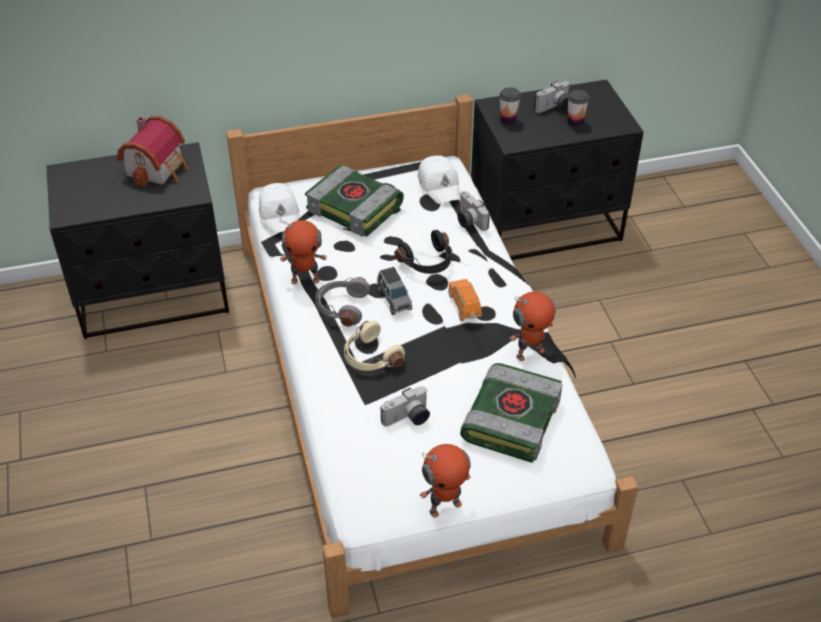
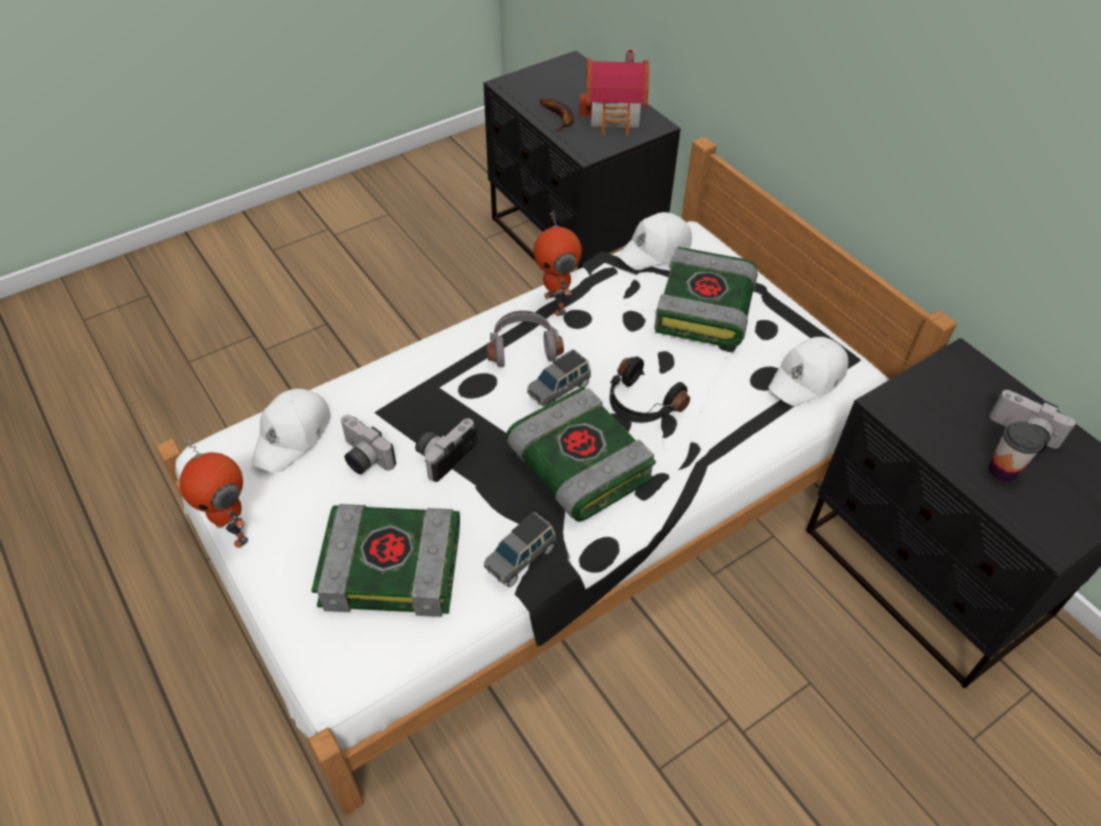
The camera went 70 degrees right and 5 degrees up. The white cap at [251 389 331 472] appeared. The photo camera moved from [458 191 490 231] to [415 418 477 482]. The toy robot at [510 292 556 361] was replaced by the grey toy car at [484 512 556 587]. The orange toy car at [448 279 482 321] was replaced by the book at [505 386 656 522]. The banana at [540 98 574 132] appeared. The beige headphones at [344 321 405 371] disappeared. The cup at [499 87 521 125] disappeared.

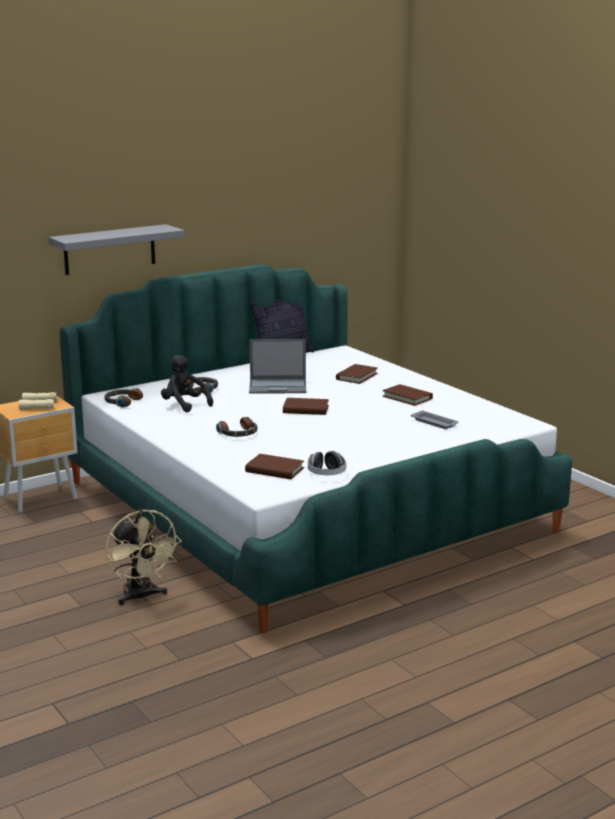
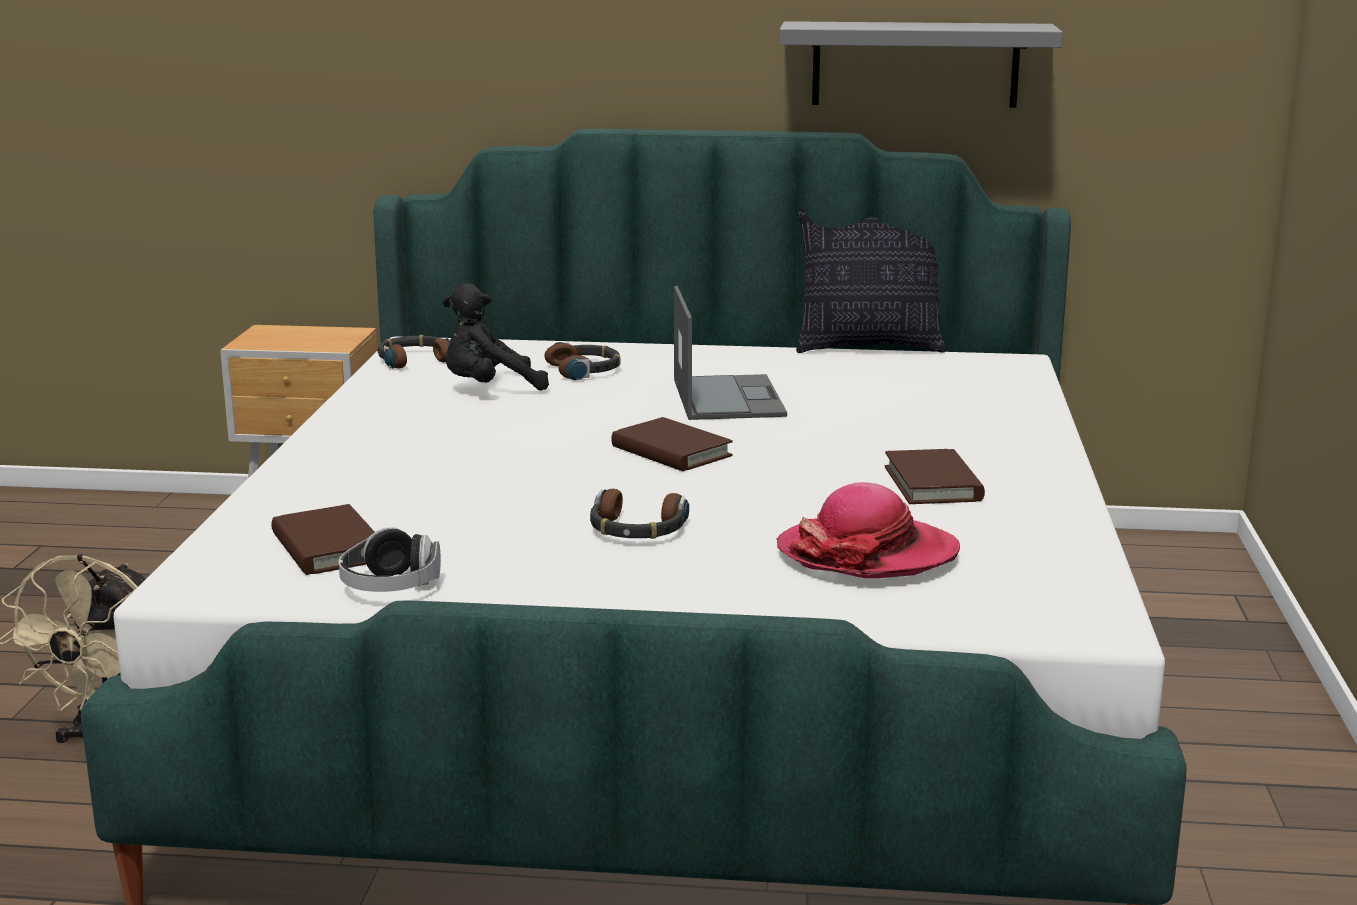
The camera went 40 degrees right and 0 degrees up. The black plush toy at [161 355 213 412] turned 105 degrees counterclockwise. The headphones moved from [216 417 257 437] to [590 489 689 539]. The laptop at [249 339 306 394] turned 135 degrees counterclockwise. The grey tray at [411 410 459 429] was replaced by the hat at [777 482 960 578]. The grey shelf moved from [48 224 185 275] to [779 21 1063 108]. The beige binoculars at [19 392 57 410] disappeared. The brown book at [336 364 378 384] disappeared.

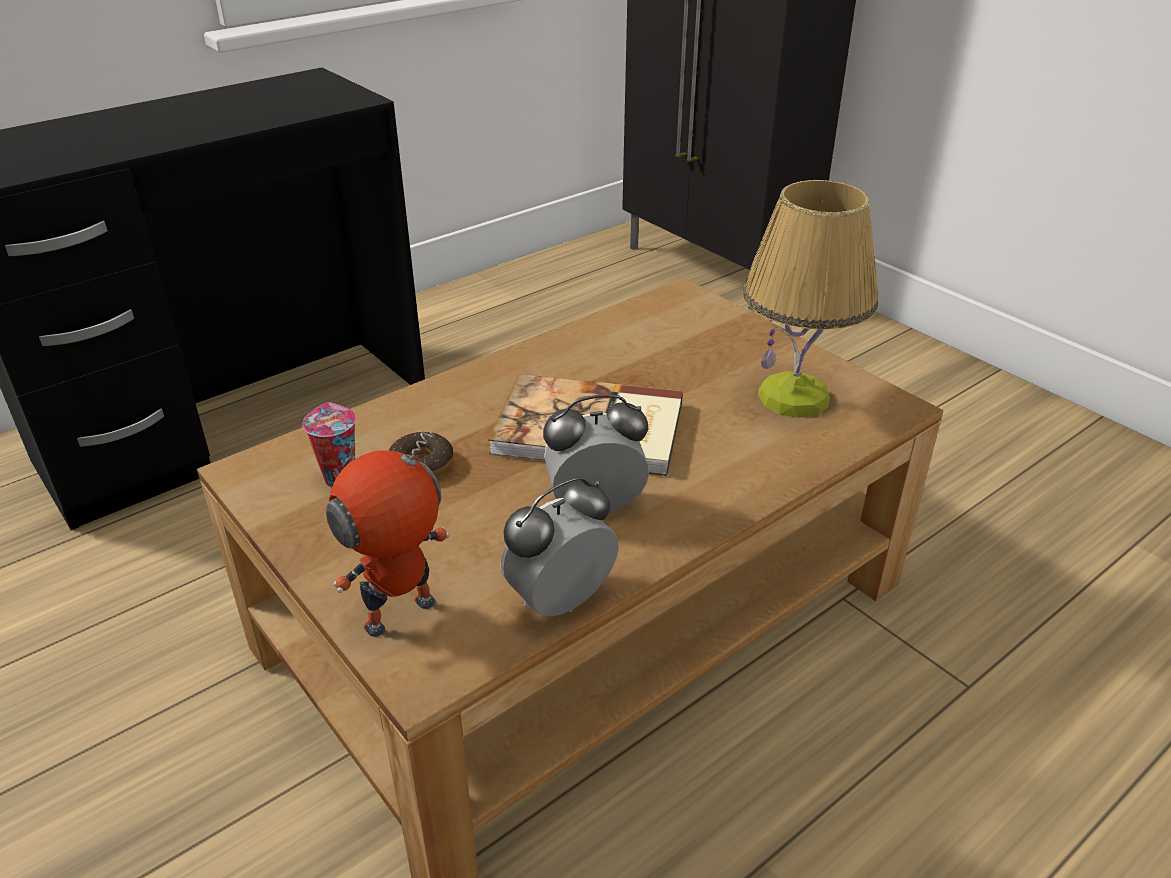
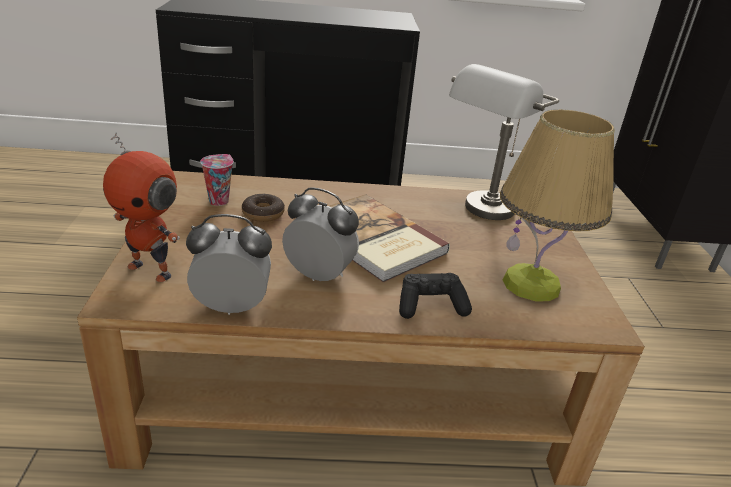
The camera went 35 degrees right and 5 degrees down. The toy robot at [326 432 450 637] turned 150 degrees counterclockwise. The black game controller at [399 273 472 319] appeared. The grey table lamp at [449 64 559 220] appeared.

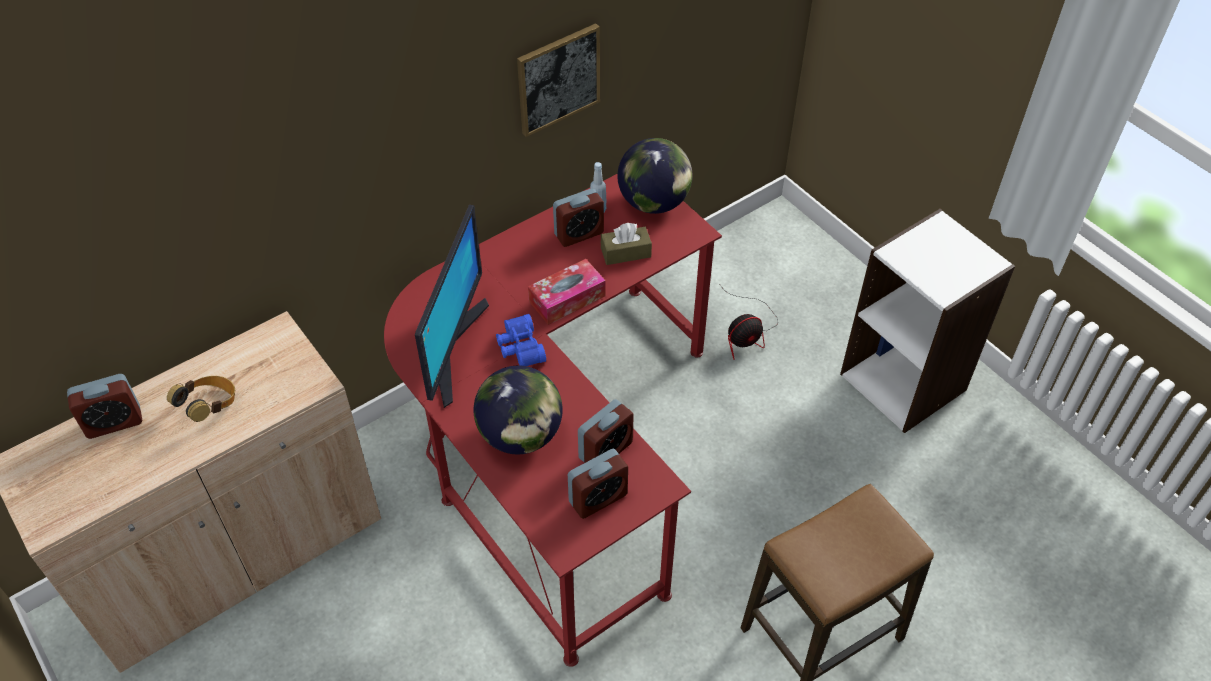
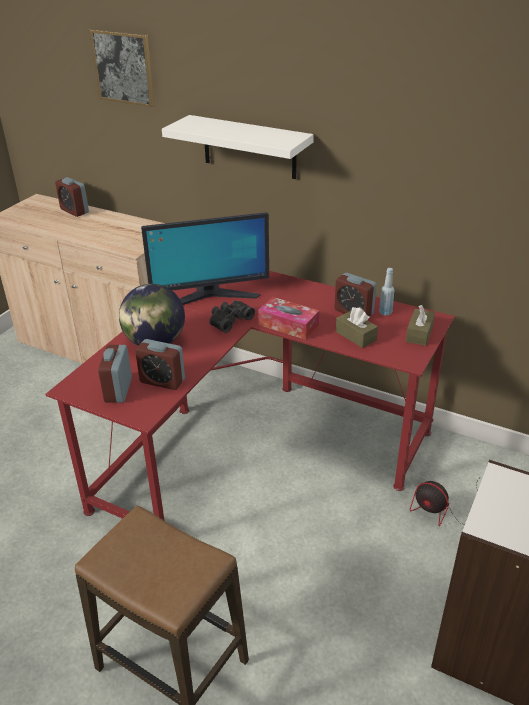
The camera went 65 degrees right and 15 degrees down. The picture moved from [517 23 600 137] to [90 29 155 107]. The alarm clock at [568 449 628 519] turned 60 degrees clockwise. The white shelf at [162 115 314 179] appeared. The blue binoculars at [496 314 546 366] became the black binoculars at [209 301 255 333]. The globe at [618 138 693 214] was replaced by the brown tissue box at [406 305 435 346]. The headphones at [167 376 235 422] disappeared.

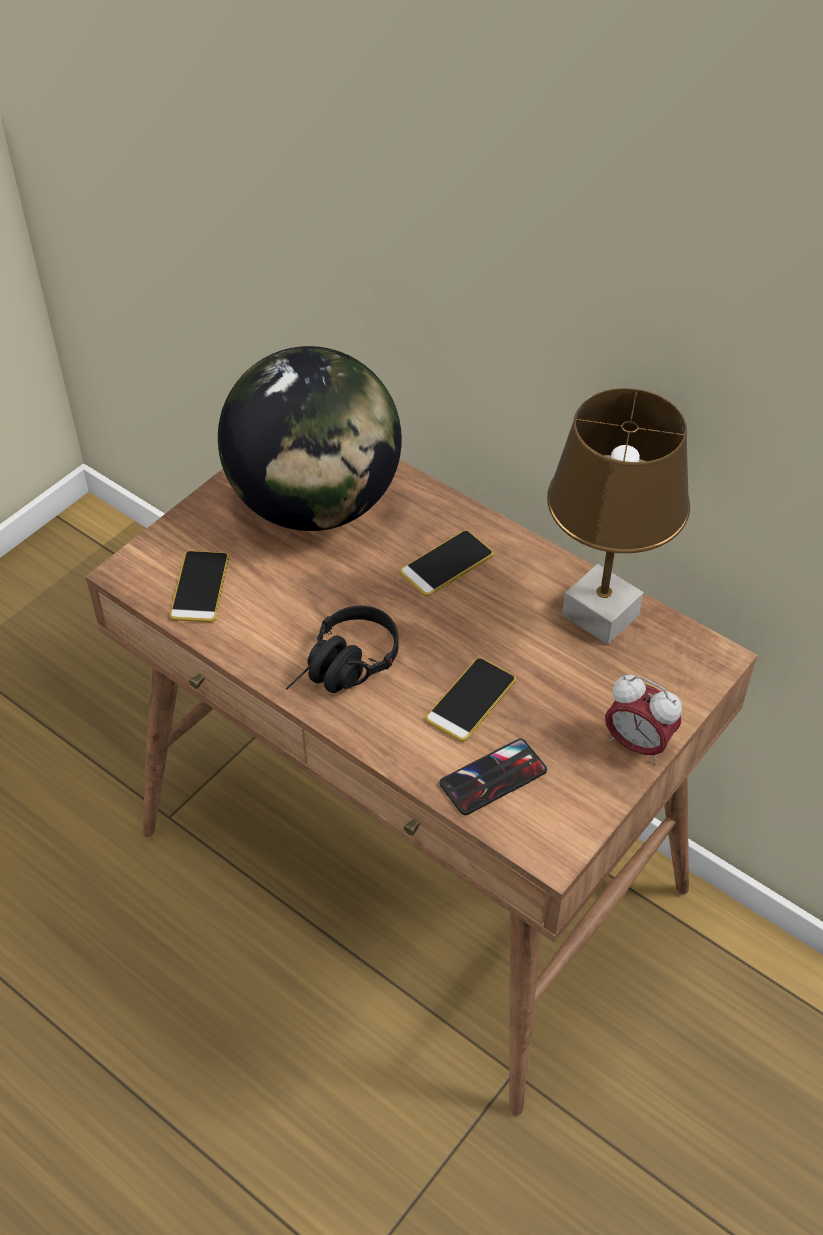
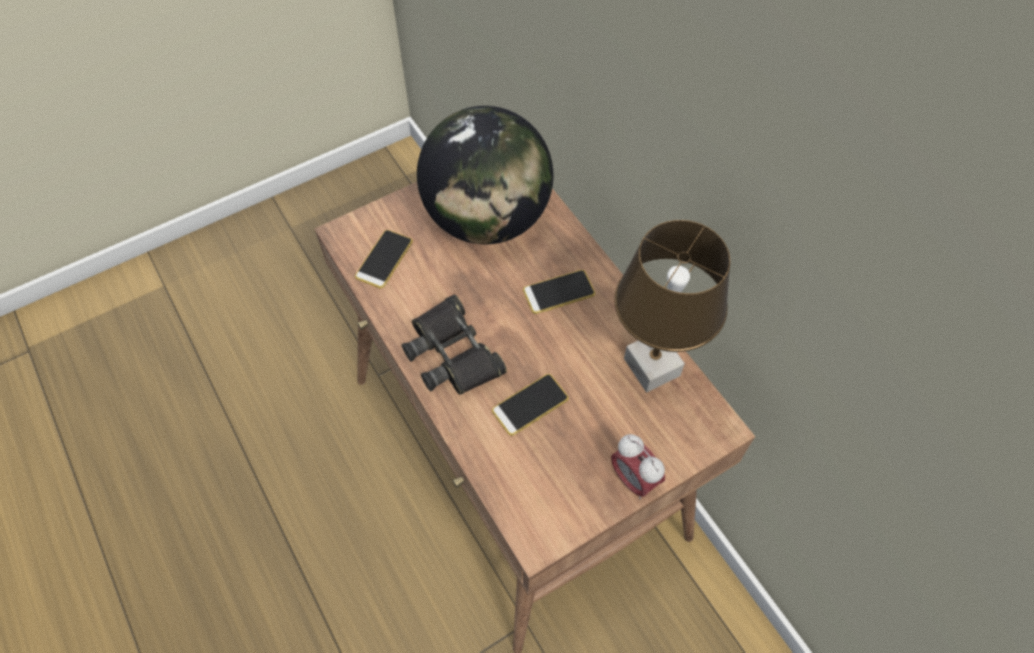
The camera went 20 degrees right and 10 degrees up. The black headphones at [286 606 399 693] was replaced by the black binoculars at [402 295 507 395]. The phone at [439 739 547 815] disappeared.

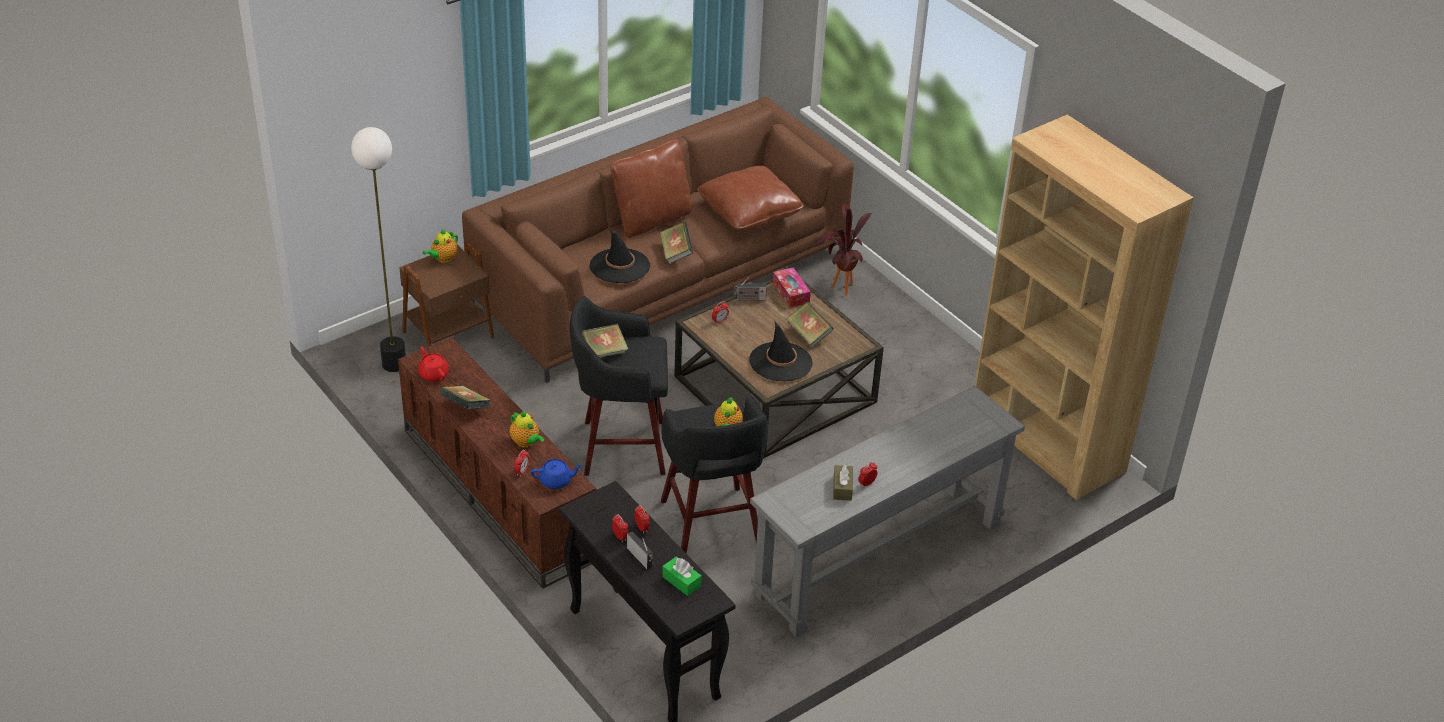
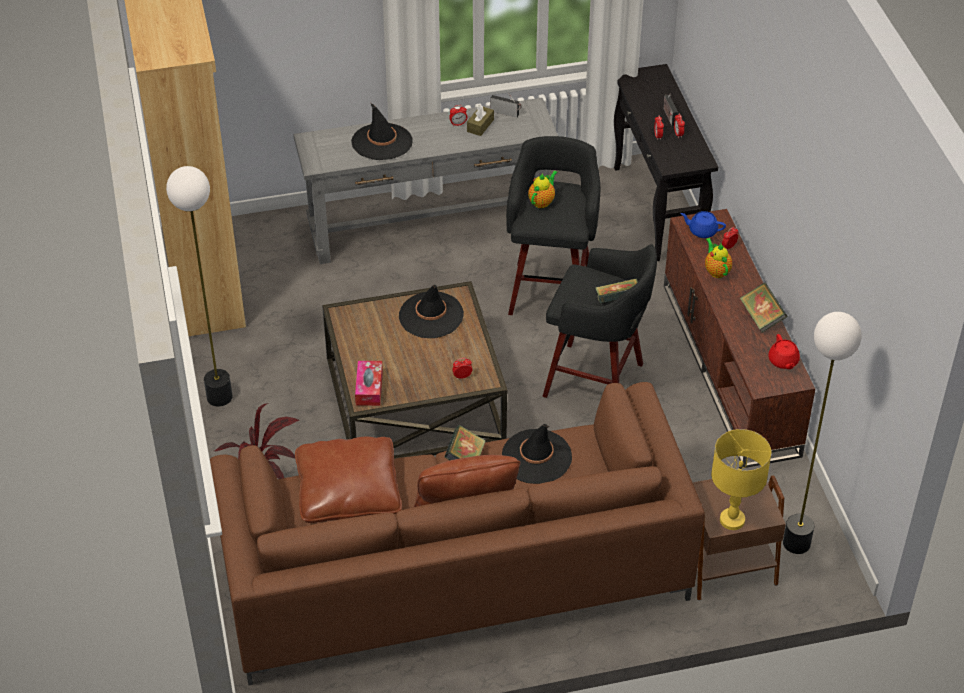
The camera went 155 degrees left and 5 degrees up. The floor lamp at [166 166 232 407] appeared. The black hat at [351 103 413 160] appeared. The radio moved from [734 278 767 300] to [490 93 522 118]. The teapot at [423 229 458 263] was replaced by the yellow table lamp at [711 429 771 530]. The green tissue box at [662 557 702 596] disappeared. The book at [787 301 834 348] disappeared.

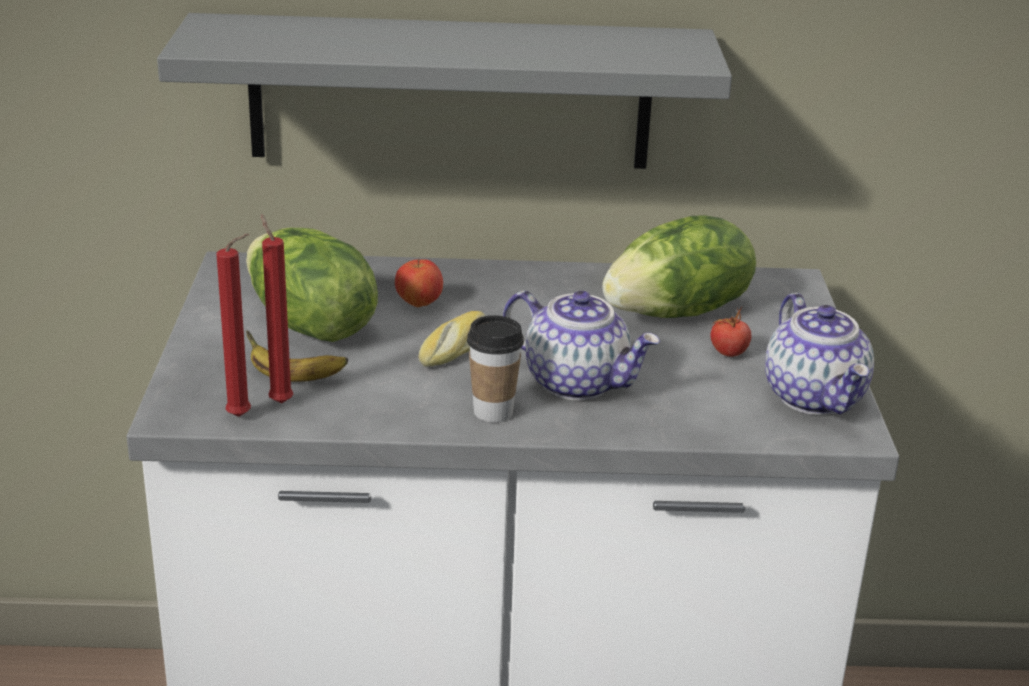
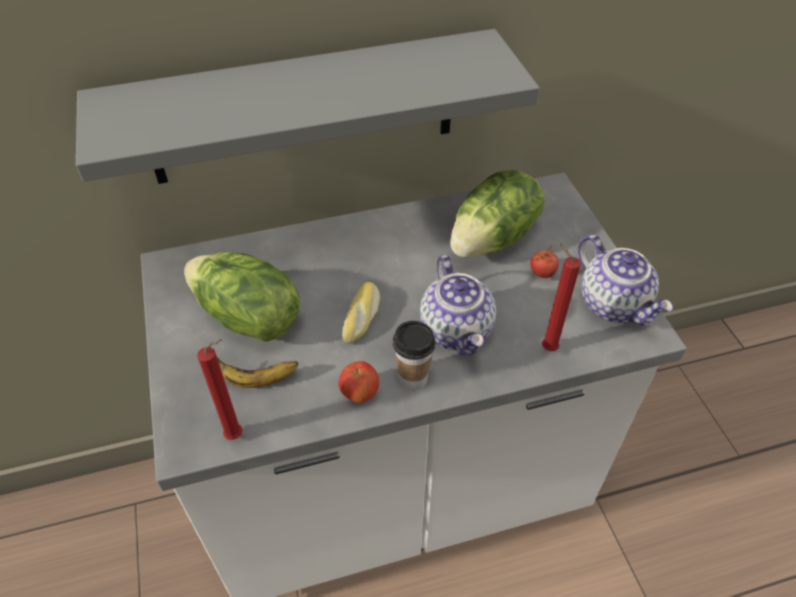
The camera went 15 degrees left and 20 degrees up. The apple moved from [395 259 443 307] to [338 361 379 403]. The teapot at [503 291 661 400] turned 60 degrees clockwise. The red candle moved from [261 214 294 404] to [542 244 581 351].

